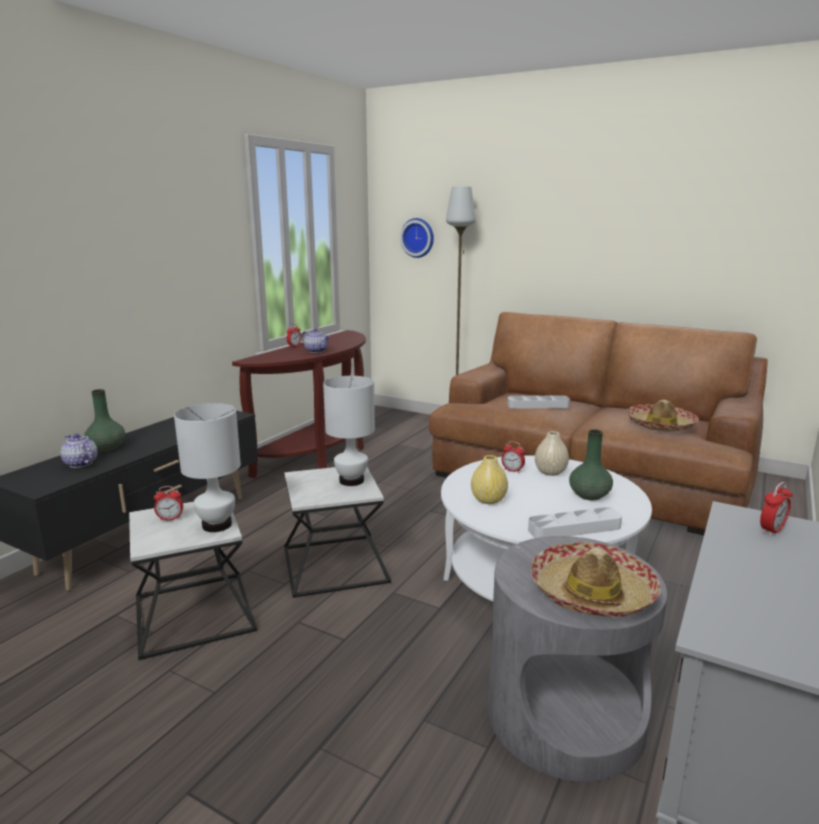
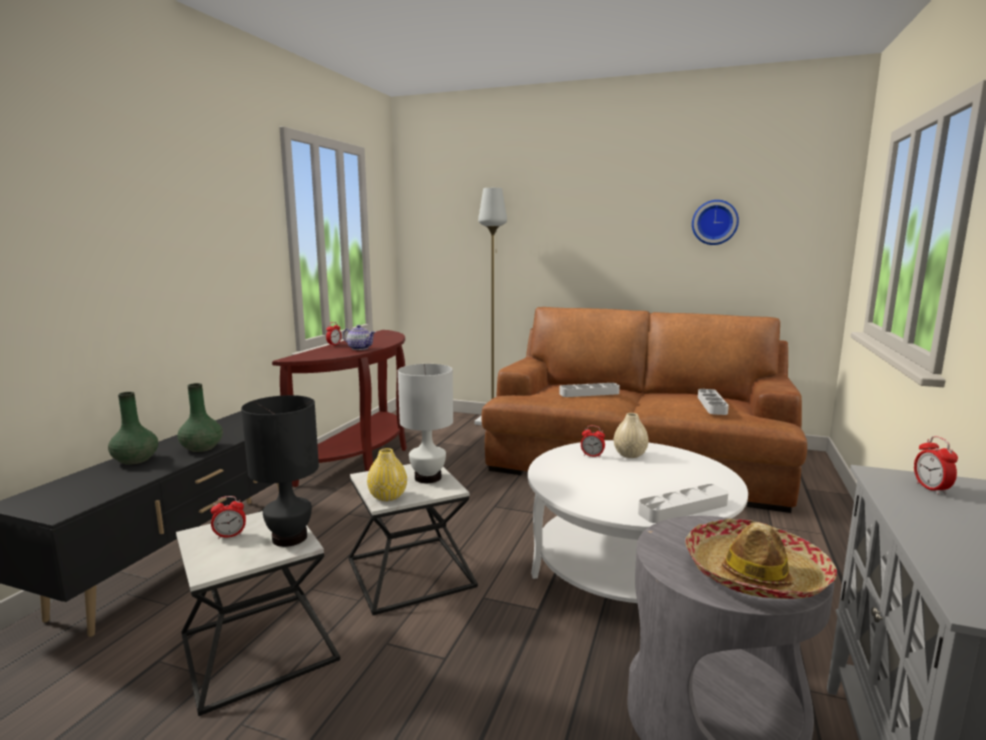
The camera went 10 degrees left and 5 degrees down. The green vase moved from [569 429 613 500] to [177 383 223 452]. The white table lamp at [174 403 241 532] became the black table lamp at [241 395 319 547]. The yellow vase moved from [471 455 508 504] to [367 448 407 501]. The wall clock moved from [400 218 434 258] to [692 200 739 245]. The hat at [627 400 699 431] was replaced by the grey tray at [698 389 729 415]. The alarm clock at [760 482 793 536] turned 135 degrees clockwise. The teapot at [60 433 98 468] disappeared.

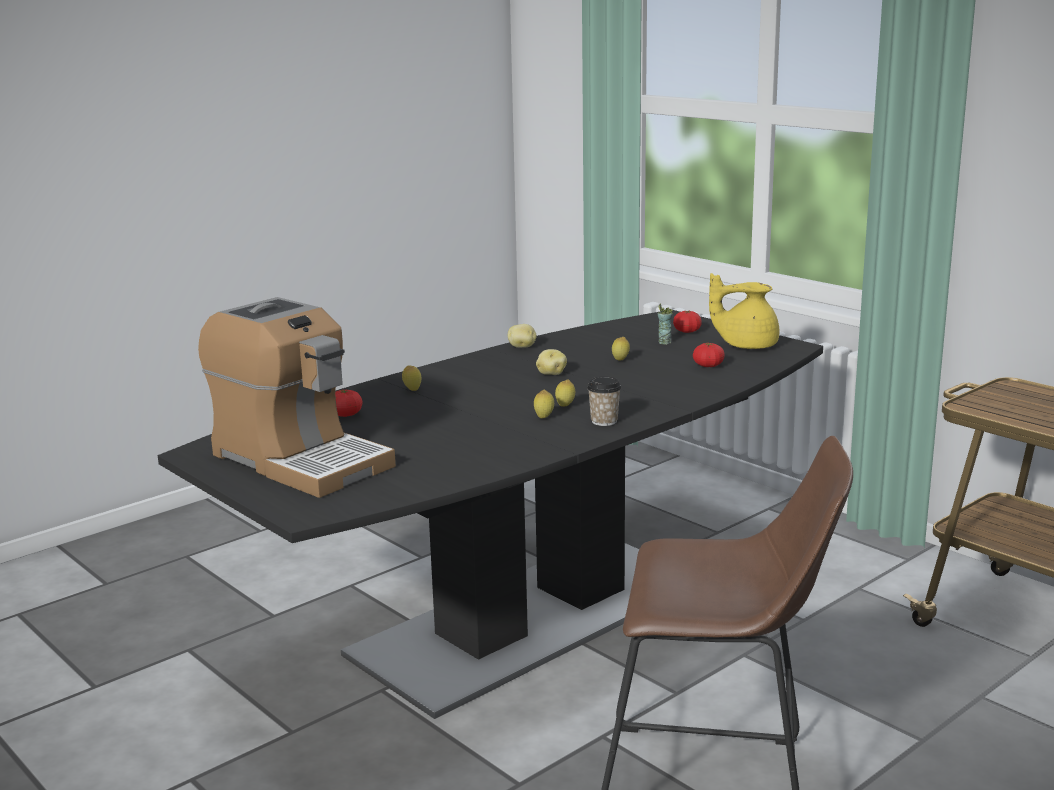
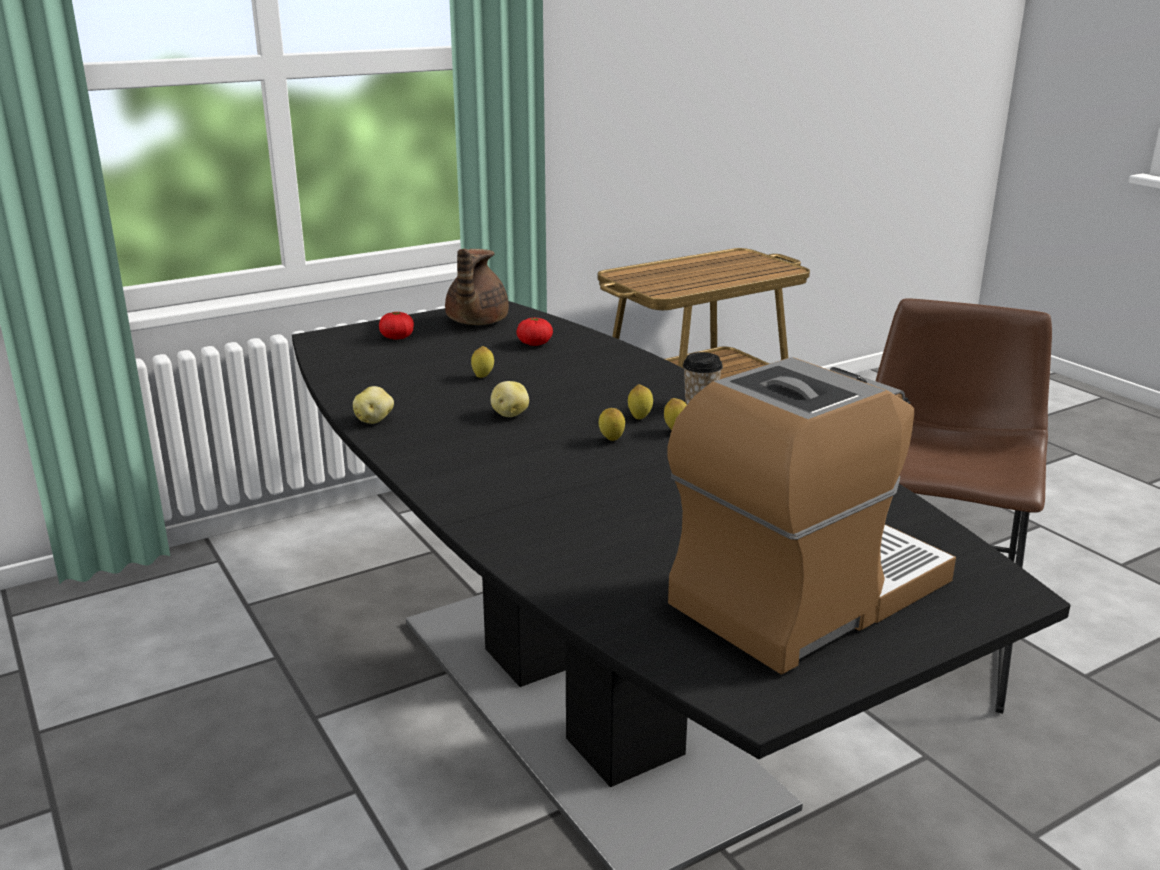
The camera went 80 degrees left and 5 degrees up. The yellow teapot at [709 273 779 349] became the brown teapot at [445 249 509 325]. The lemon moved from [402 365 421 391] to [599 408 625 441]. The tomato at [335 390 363 417] disappeared. The cup at [658 304 673 345] disappeared.

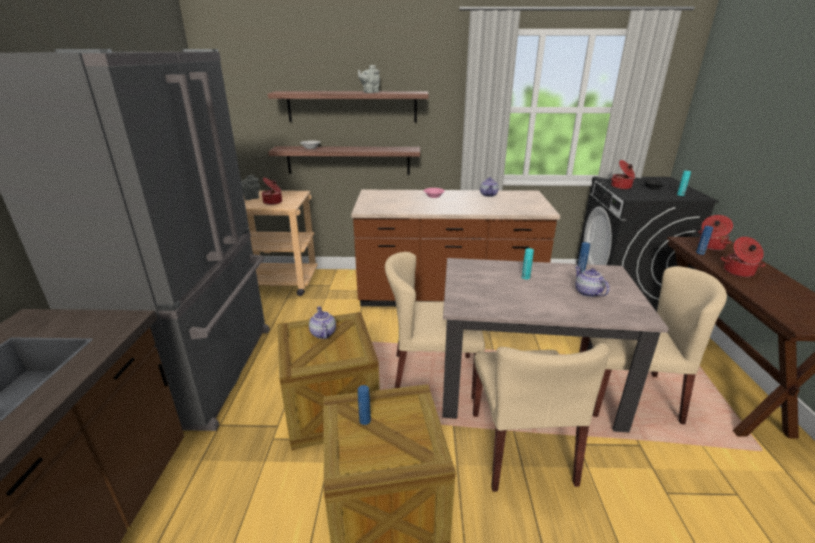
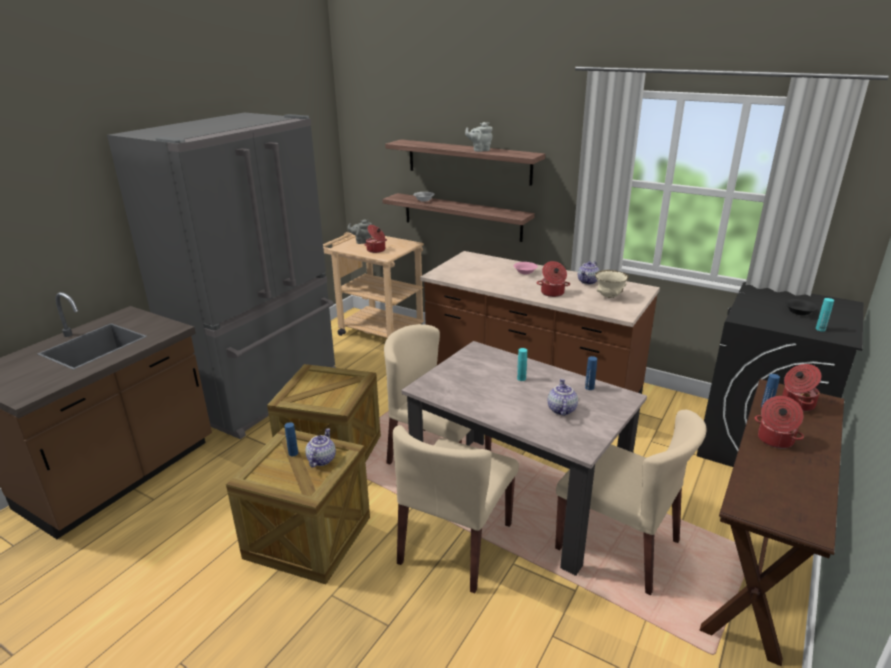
The camera went 30 degrees right and 0 degrees up. The teapot moved from [309 306 336 339] to [305 428 336 467]. The cooking pot moved from [611 160 635 189] to [537 261 570 297]. The beige bowl at [595 270 629 298] appeared.

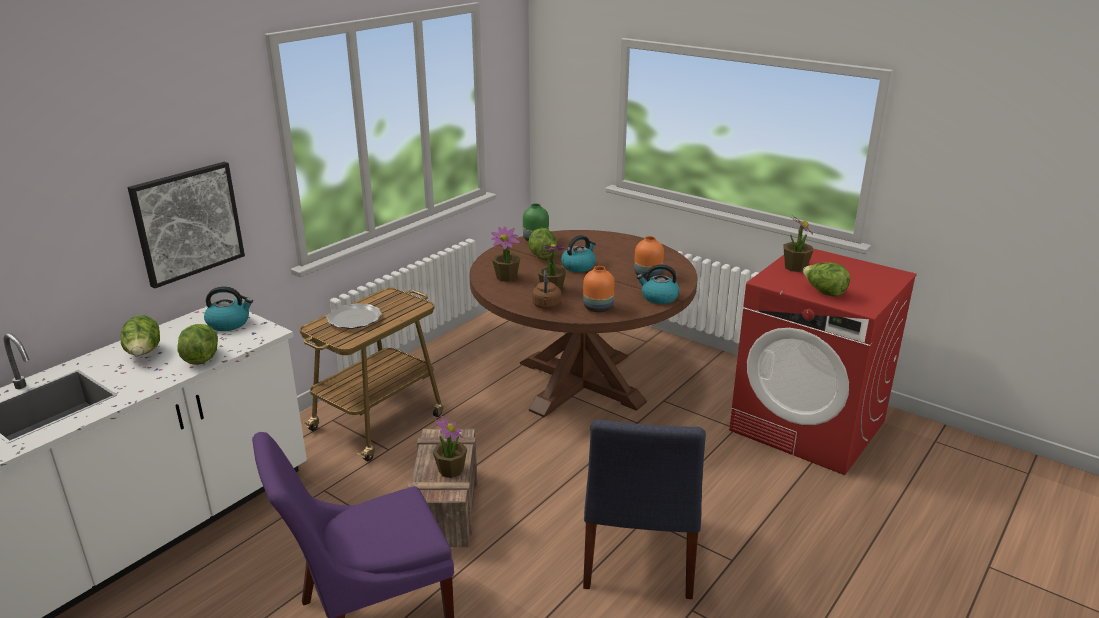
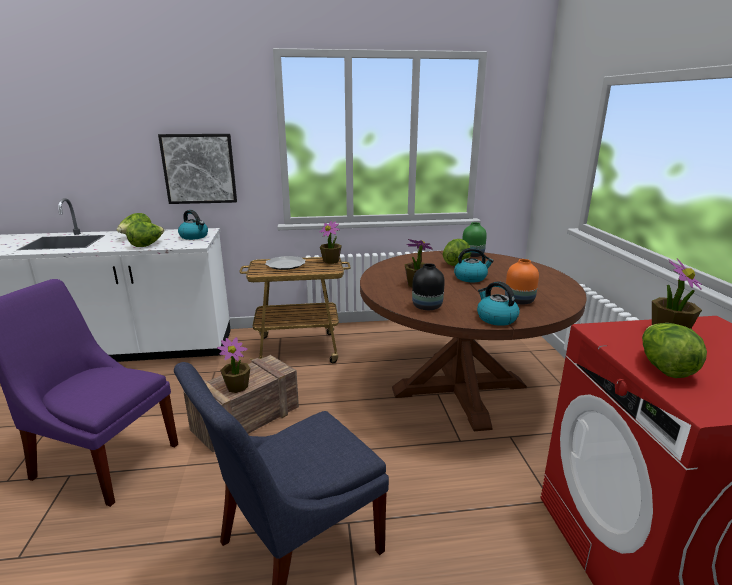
The camera went 45 degrees right and 5 degrees down. The potted plant moved from [492 227 521 282] to [319 221 342 264]. The orange vase at [583 266 615 312] became the black vase at [412 263 445 310]. The brown kettle at [532 270 561 309] disappeared.

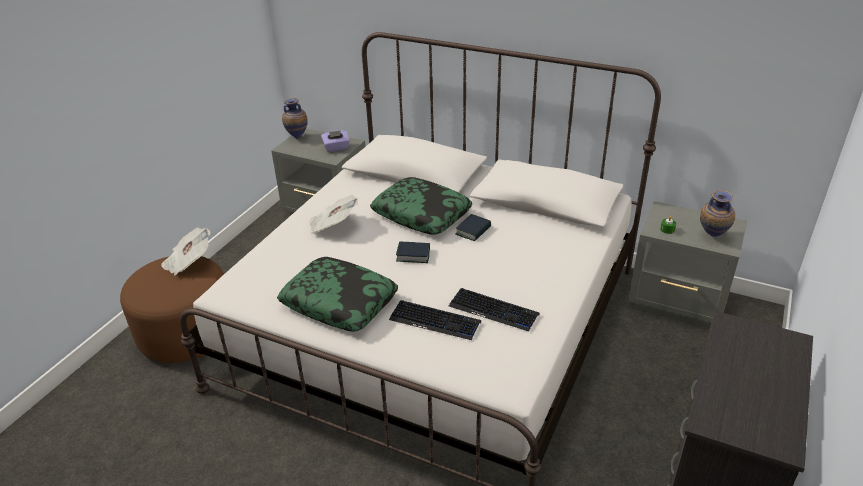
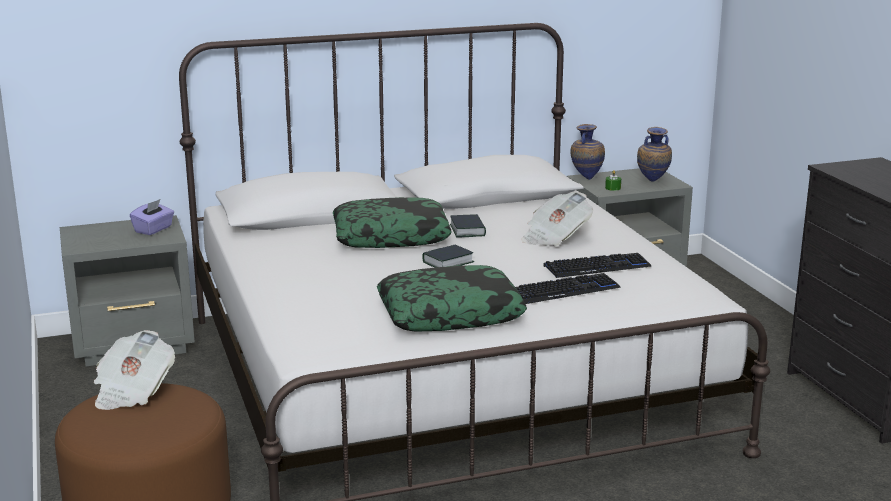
The camera went 45 degrees left and 15 degrees down. The newspaper moved from [309 195 358 234] to [521 192 593 246]. The vase moved from [282 98 308 139] to [570 124 605 180].

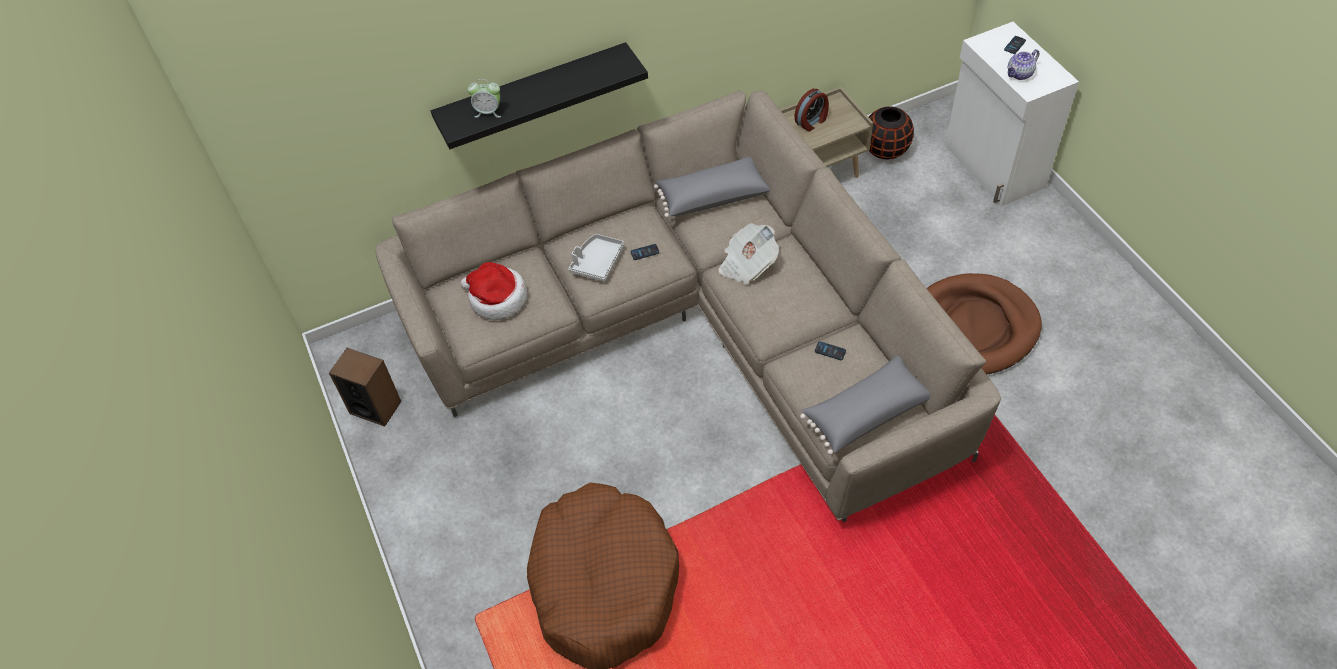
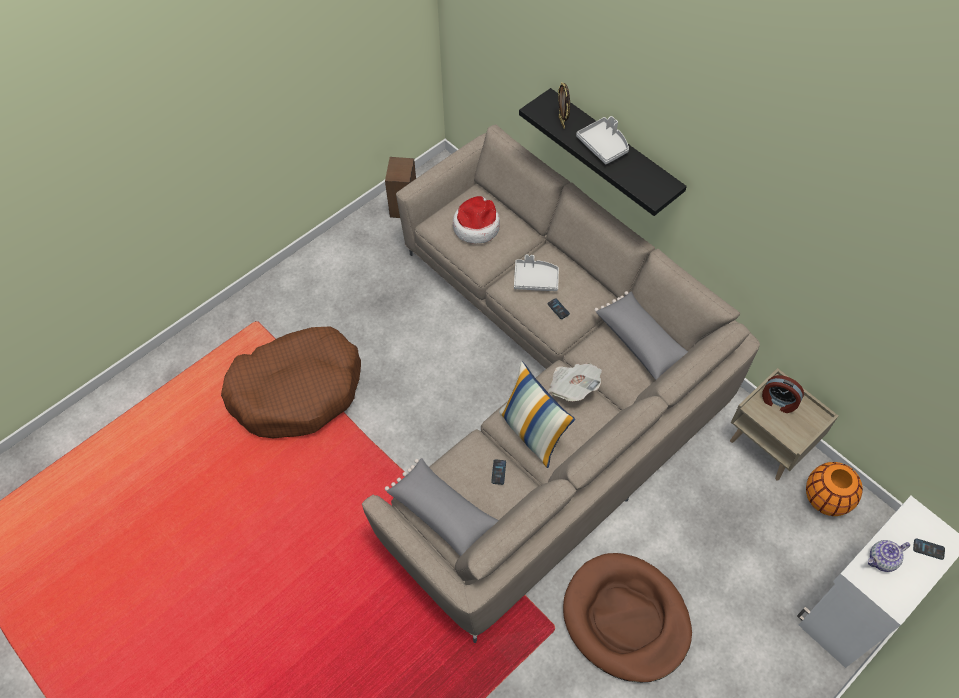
The camera went 70 degrees right and 5 degrees up. The pillow at [499 361 575 468] appeared. The alarm clock at [467 79 501 118] was replaced by the picture frame at [558 82 570 129]. The grey tray at [576 116 629 164] appeared. The black vase at [869 106 914 160] became the orange vase at [806 462 863 516]. The teapot at [1007 49 1040 80] turned 60 degrees counterclockwise.

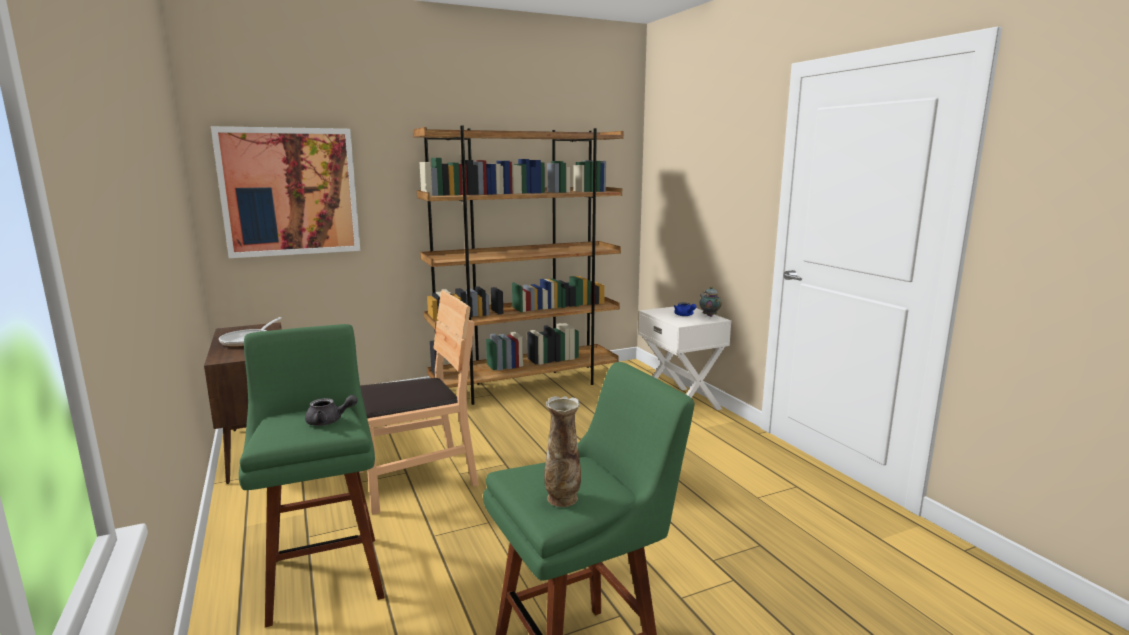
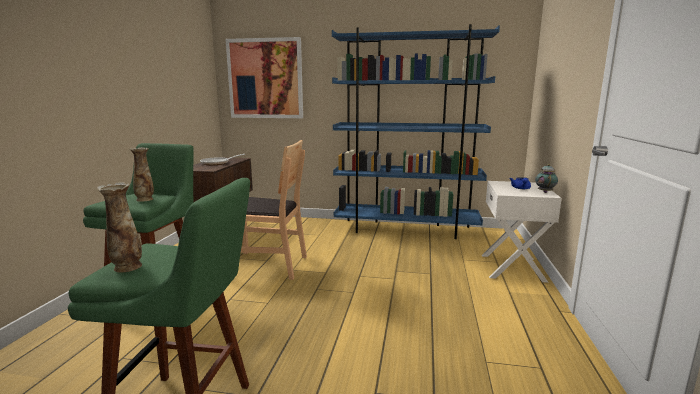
The camera went 35 degrees right and 0 degrees up. The grey teapot at [305 395 358 426] was replaced by the vase at [130 147 154 202]. The brown bookcase at [413 126 624 405] became the blue bookcase at [332 24 500 239].

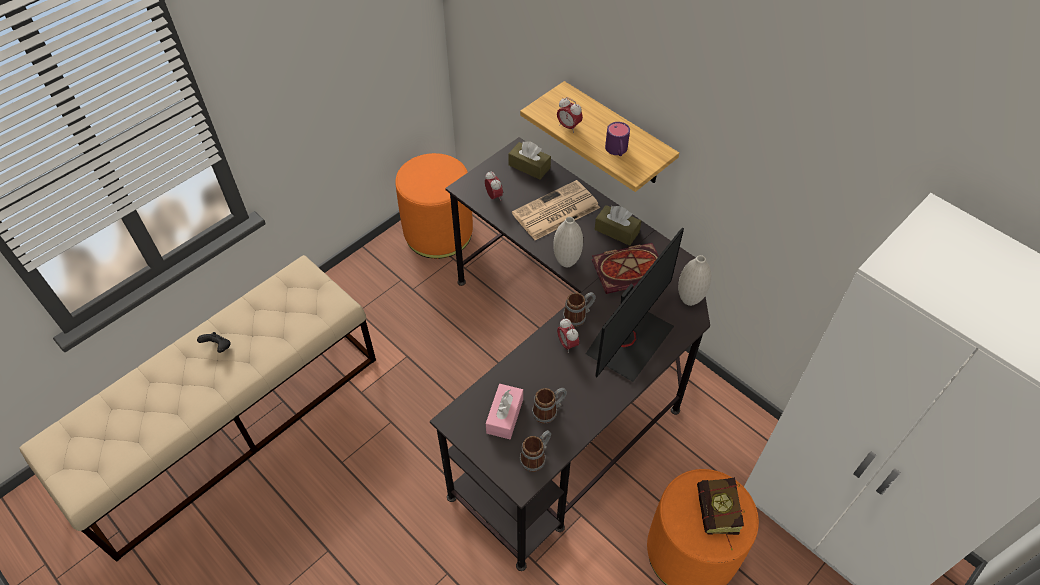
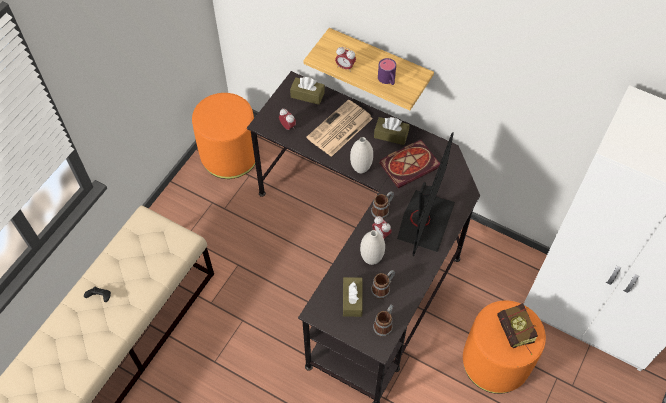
The camera went 15 degrees left and 5 degrees up. The pink tissue box at [486 384 523 439] became the brown tissue box at [343 277 363 317]. The white vase moved from [678 255 711 306] to [360 230 385 265].

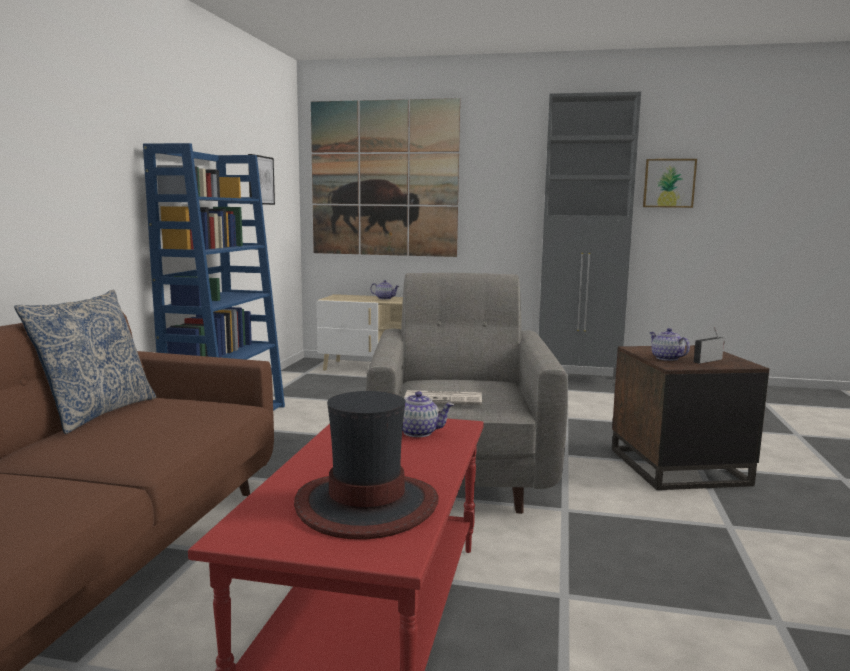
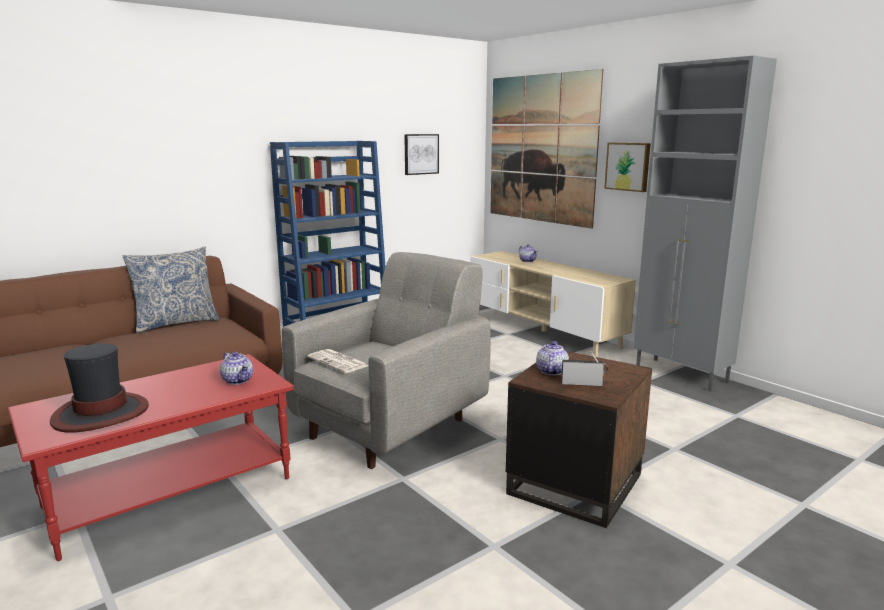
The camera went 40 degrees right and 5 degrees up. The picture moved from [643 159 697 208] to [604 143 651 192].

